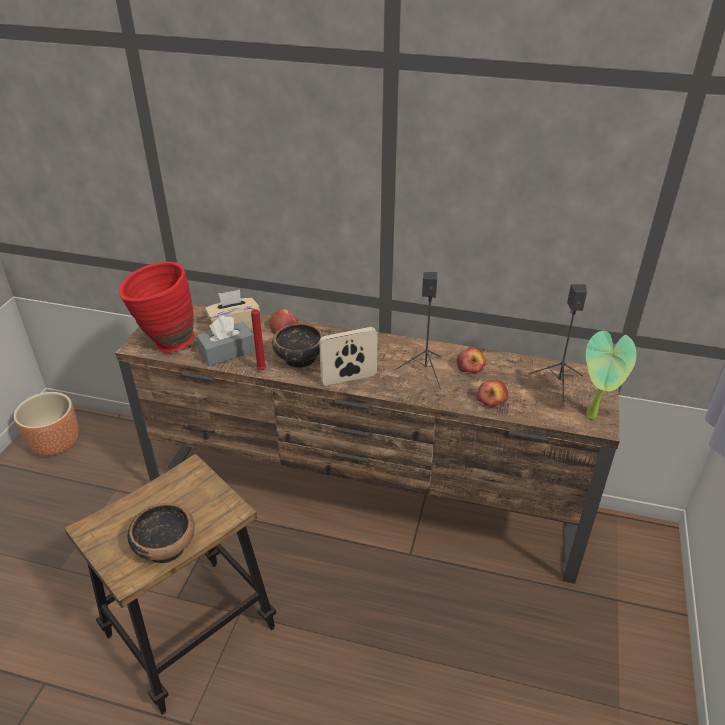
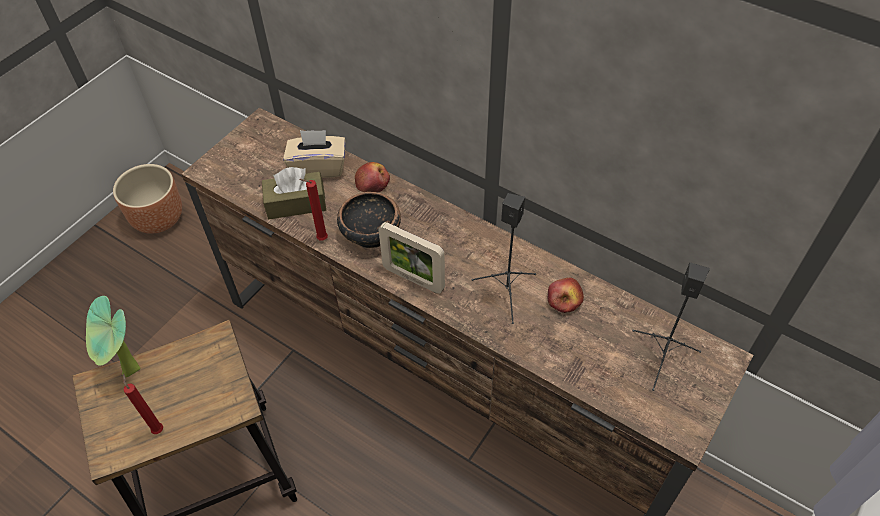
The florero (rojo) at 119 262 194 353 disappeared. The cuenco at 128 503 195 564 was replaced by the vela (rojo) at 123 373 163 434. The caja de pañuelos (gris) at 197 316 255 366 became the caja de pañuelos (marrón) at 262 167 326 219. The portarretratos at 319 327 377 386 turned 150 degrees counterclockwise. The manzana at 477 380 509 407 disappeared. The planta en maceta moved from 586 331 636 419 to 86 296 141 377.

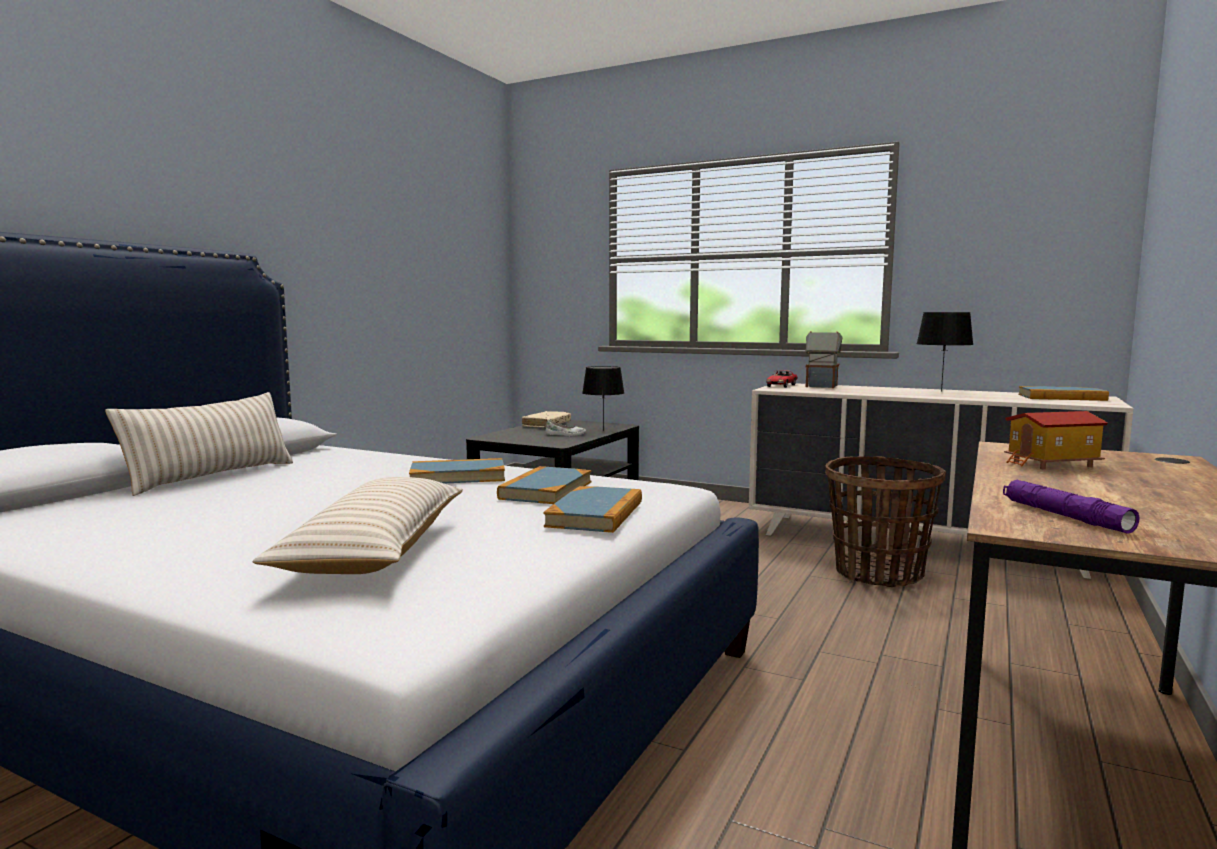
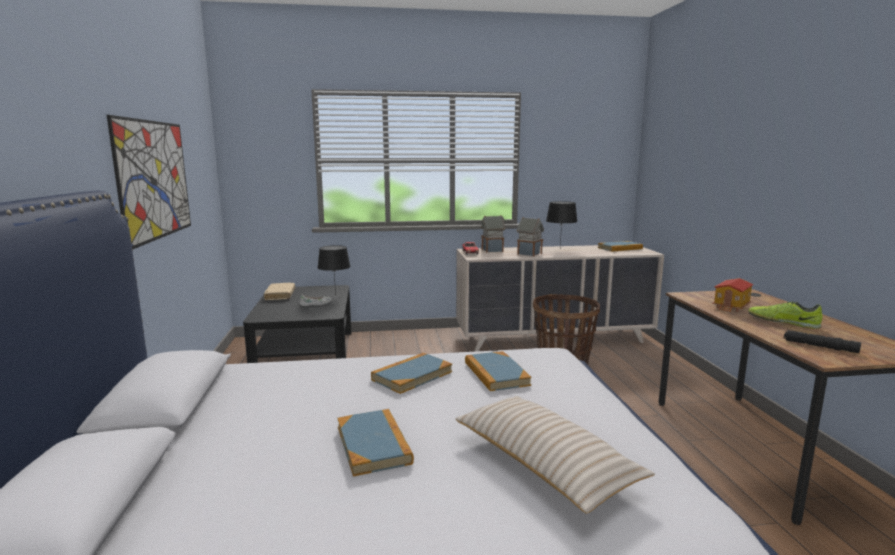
The cojín (beis) at 105 392 293 496 disappeared. The libro moved from 543 486 642 533 to 337 409 414 477. The linterna (morado) at 1003 480 1139 534 became the linterna (negro) at 784 330 861 353. The cuadro at 107 115 191 249 appeared. The casita at 517 217 544 256 appeared. The zapato at 748 302 822 329 appeared.

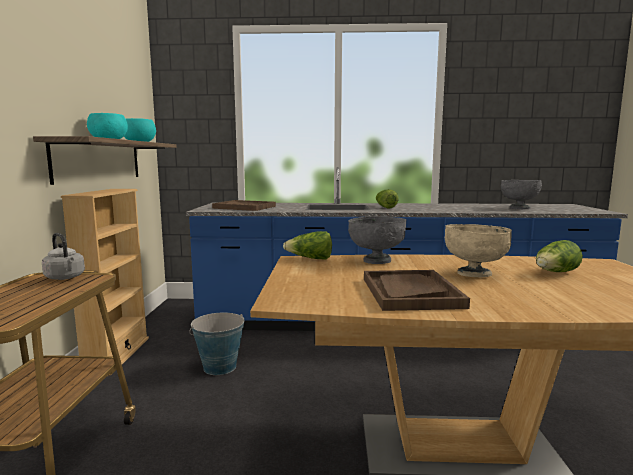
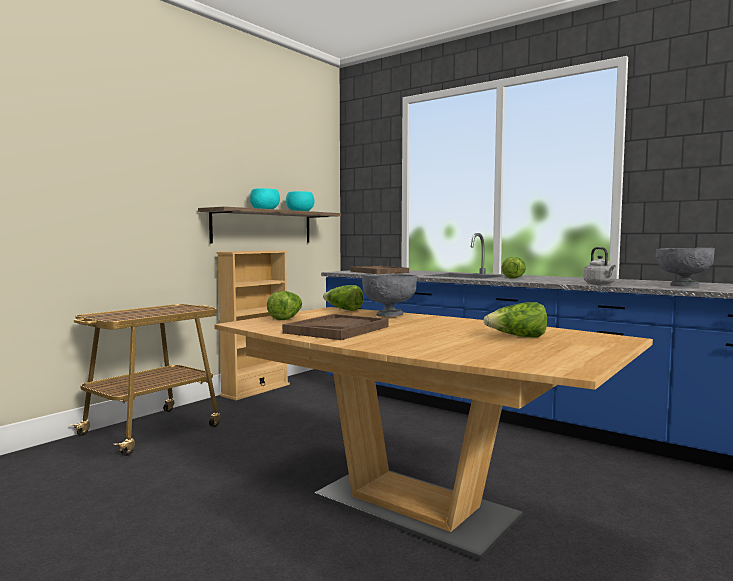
The hervidor (gris) moved from 42 233 85 280 to 584 247 616 285. The cubo at 189 313 244 375 disappeared. The cuenco (beis) at 445 224 512 277 disappeared. The lechuga at 267 291 302 320 appeared.

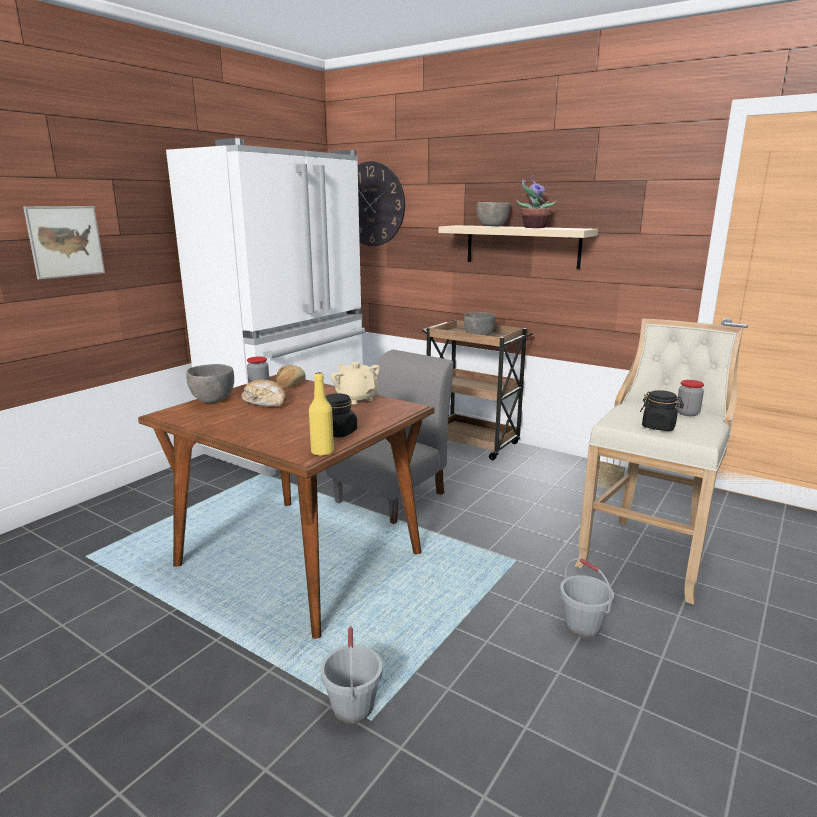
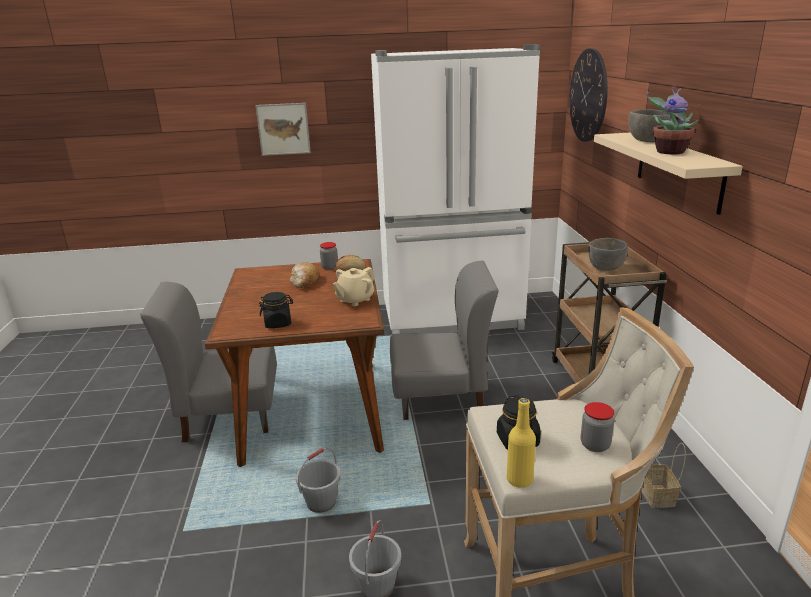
The cuenco (gris) at 186 364 234 403 disappeared. The botella (amarillo) moved from 309 372 334 456 to 507 398 536 488. The cubo (gris) moved from 320 625 383 724 to 296 448 341 513. The tetera (beis) at 331 362 380 404 turned 150 degrees counterclockwise. The silla (gris) at 140 282 277 442 appeared.

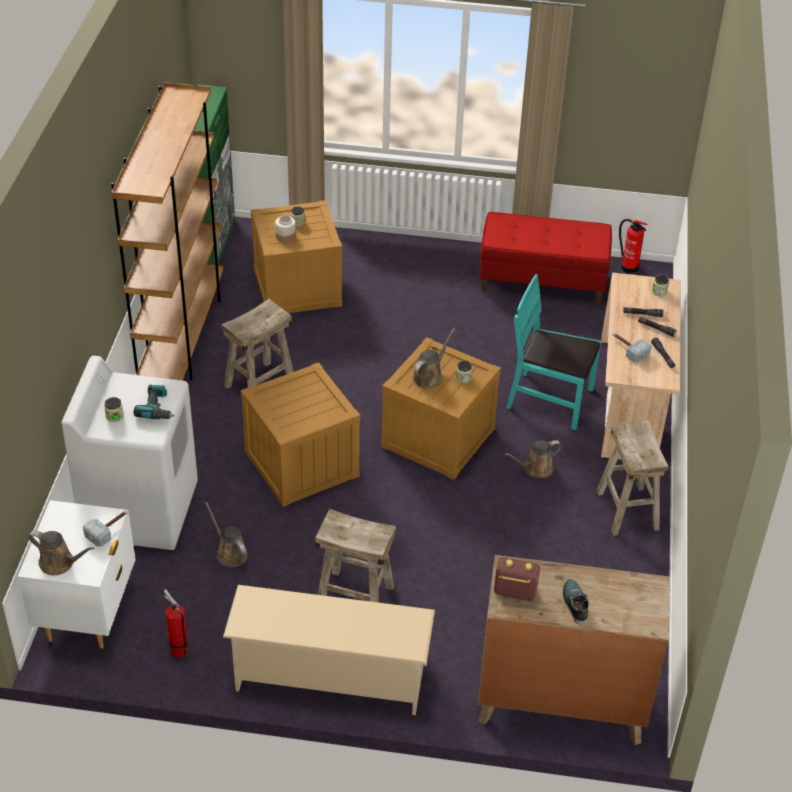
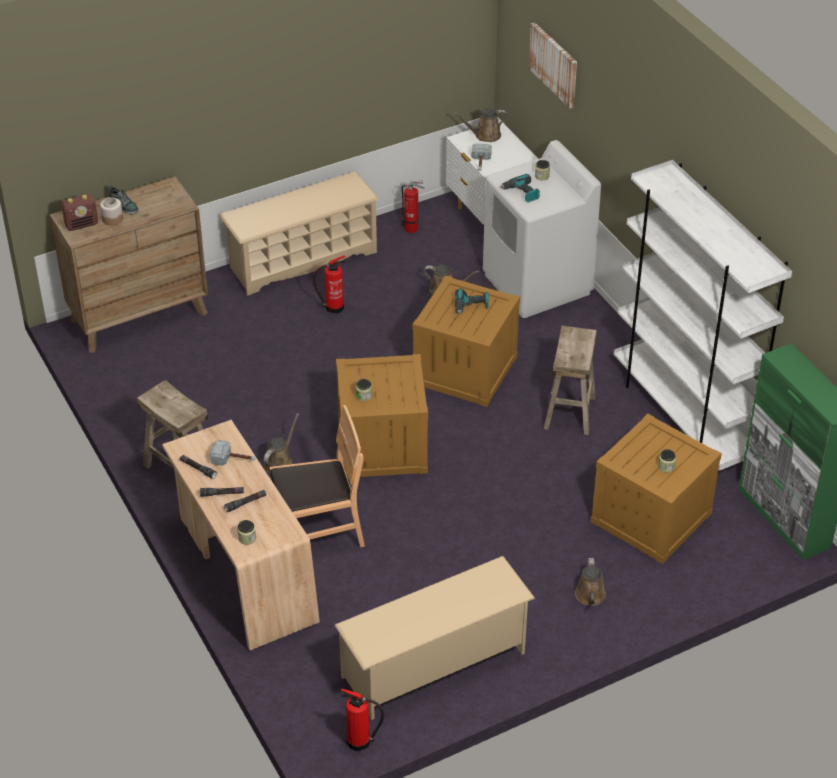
The estantería (marrón) at 111 82 223 380 became the estantería (blanco) at 613 160 792 471. The tarro moved from 275 215 296 243 to 100 197 123 226. The taburete (beis) at 315 509 396 603 was replaced by the extintor at 313 255 345 314. The regadera (marrón) moved from 413 328 455 389 to 575 558 606 606. The banco (rojo) at 479 212 612 304 was replaced by the zapatero (beis) at 335 556 535 720. The radio moved from 494 557 540 601 to 61 194 98 231. The silla (turquesa) at 506 274 601 430 became the silla (marrón) at 270 405 365 547. The taladro at 455 289 489 315 appeared. The cuadro at 529 22 577 108 appeared.

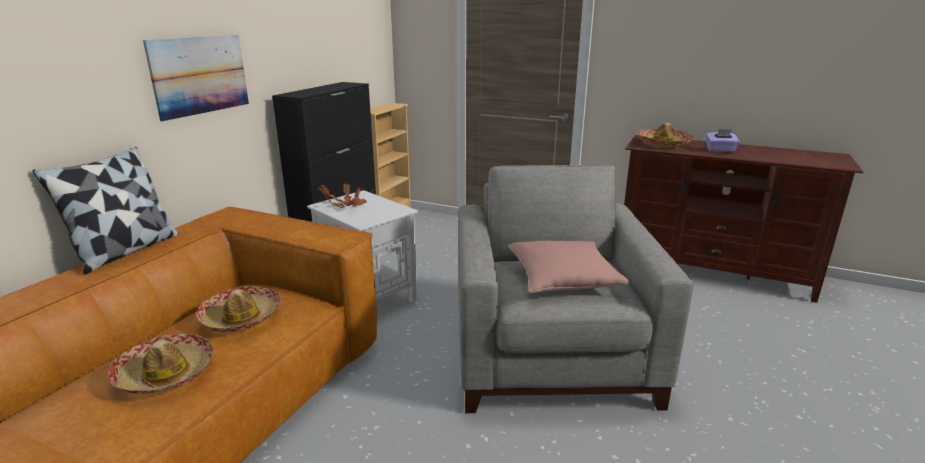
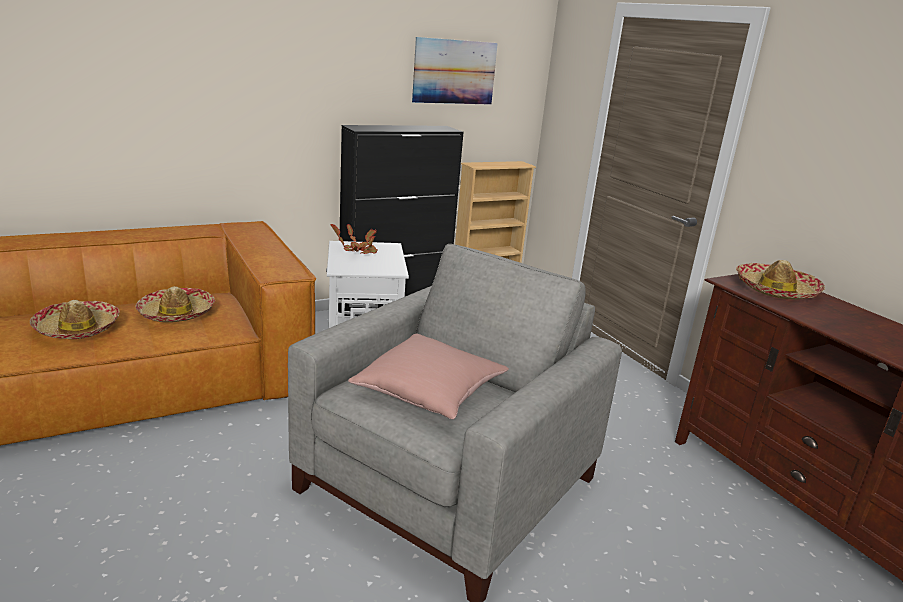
The cojín at 32 147 179 274 disappeared. The cuadro moved from 143 35 249 121 to 412 37 498 105. The caja de pañuelos (morado) at 705 129 740 152 disappeared.

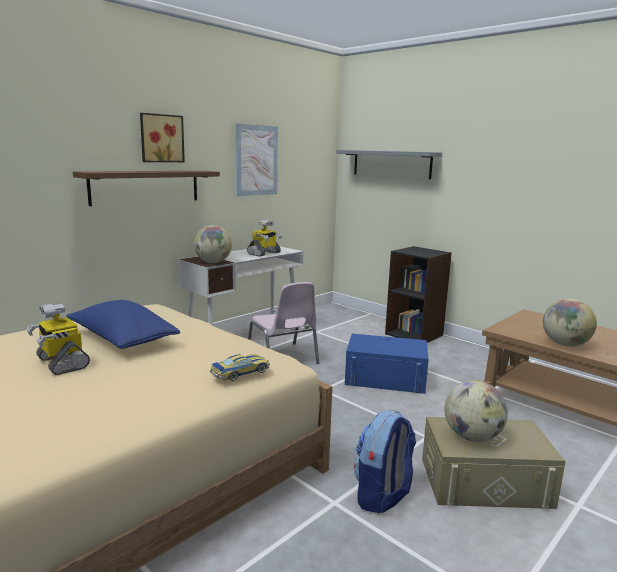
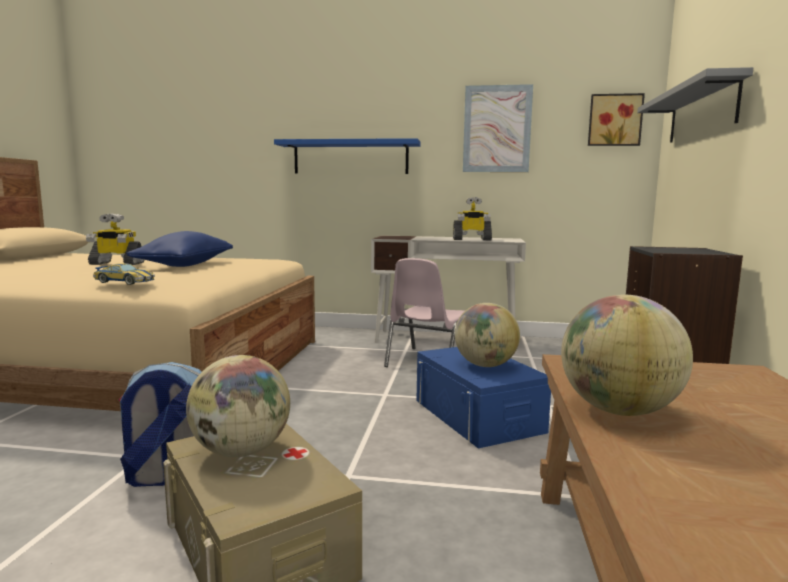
The robot de juguete at 27 302 90 375 turned 105 degrees counterclockwise. The estante (marrón) at 73 171 220 206 became the estante (azul) at 274 138 421 174. The cuadro moved from 140 113 185 162 to 588 93 645 146. The globo terráqueo moved from 194 225 232 263 to 455 303 520 367.

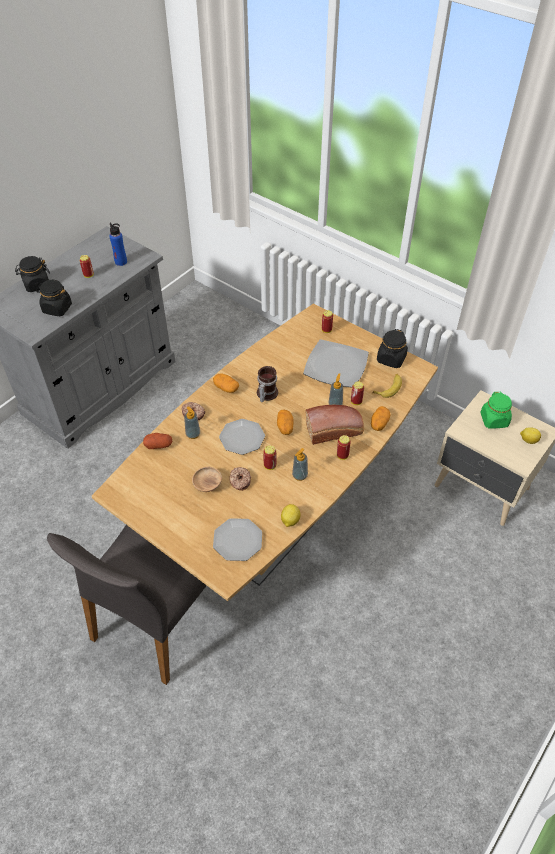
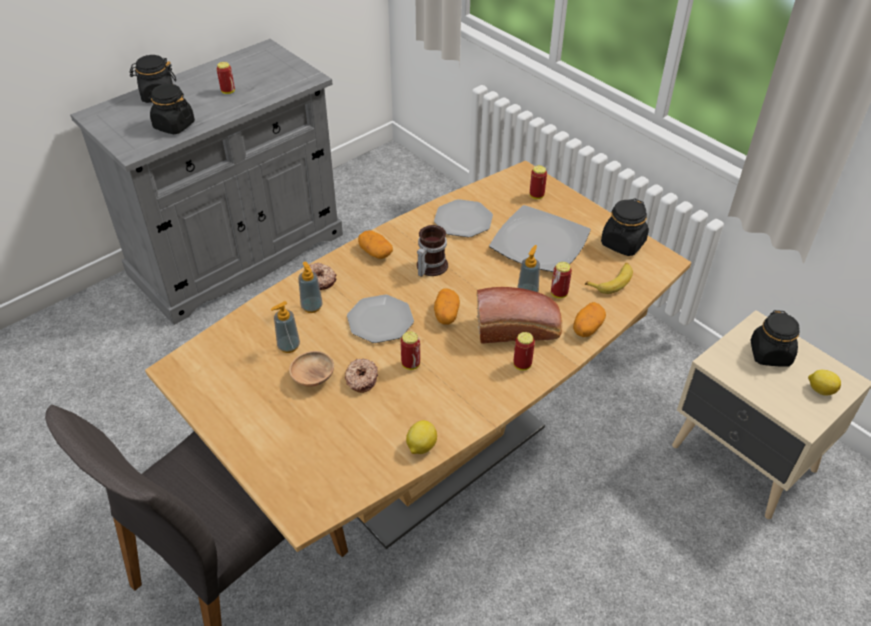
The botella (azul) at 109 222 127 266 disappeared. The patata at 143 433 172 449 disappeared. The plato moved from 213 518 262 561 to 434 199 493 237. The dispensador de jabón moved from 292 448 308 481 to 271 301 300 353. The tarro (verde) at 480 392 512 428 became the tarro (negro) at 750 310 800 367.

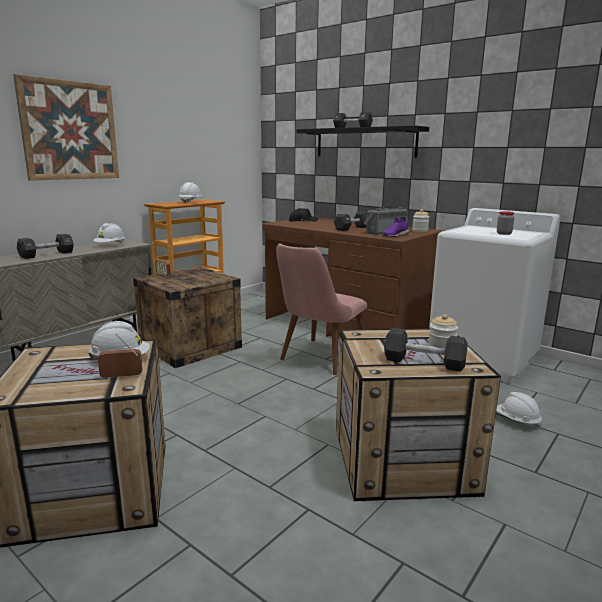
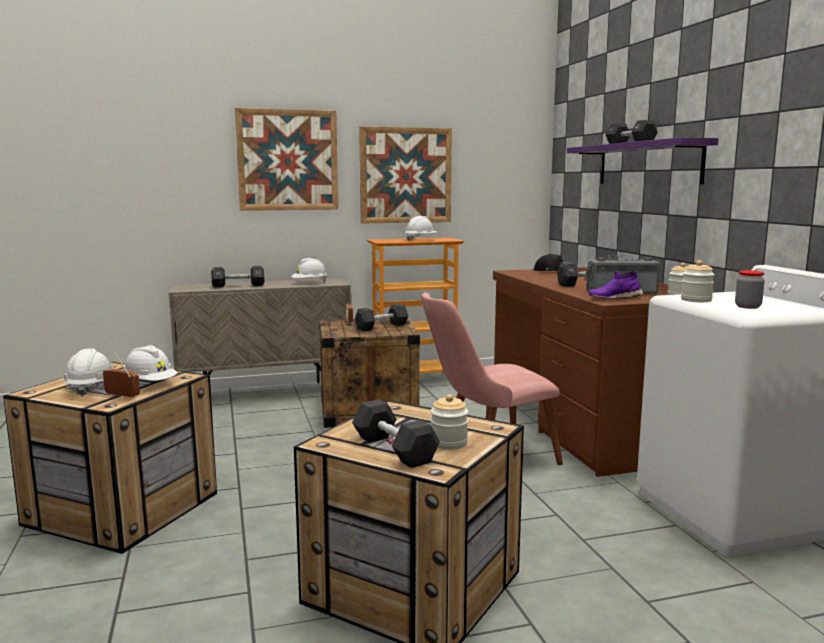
The estante (negro) at 297 126 429 157 became the estante (morado) at 567 137 719 184. The casco (blanco) moved from 496 392 542 429 to 63 348 112 397. The mancuerna (negro) at 355 304 408 331 appeared. The cuadro at 359 126 452 223 appeared. The tarro at 681 260 715 302 appeared.

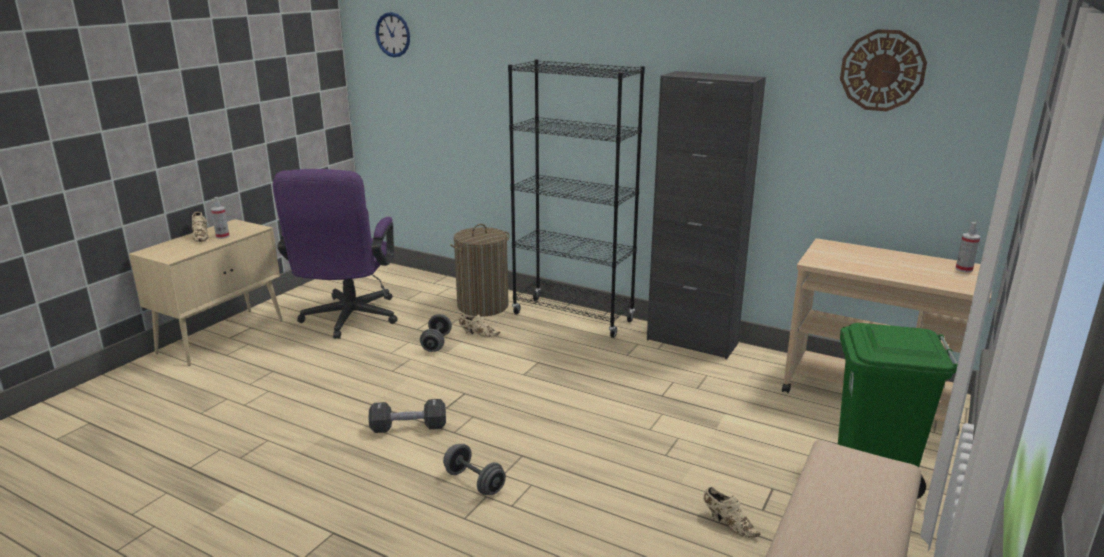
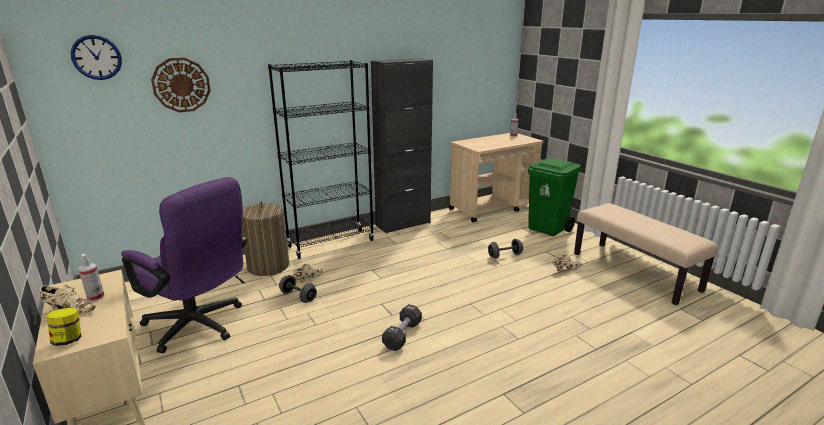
The mancuerna (gris) moved from 443 444 506 495 to 488 239 523 259. The reloj de pared moved from 840 29 927 111 to 151 58 211 112. The tarro at 46 308 81 346 appeared.

